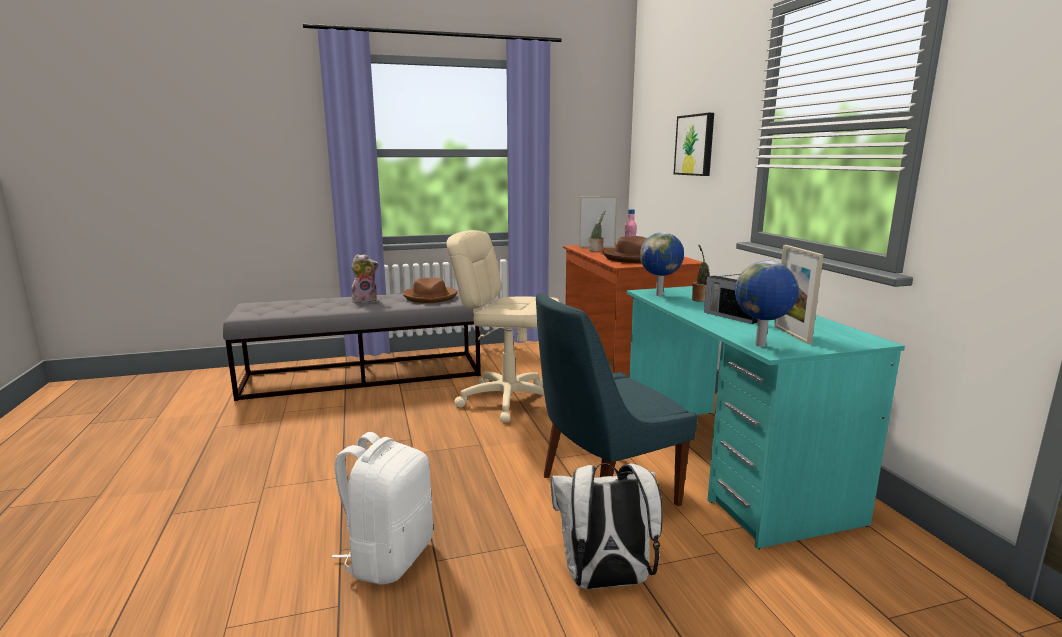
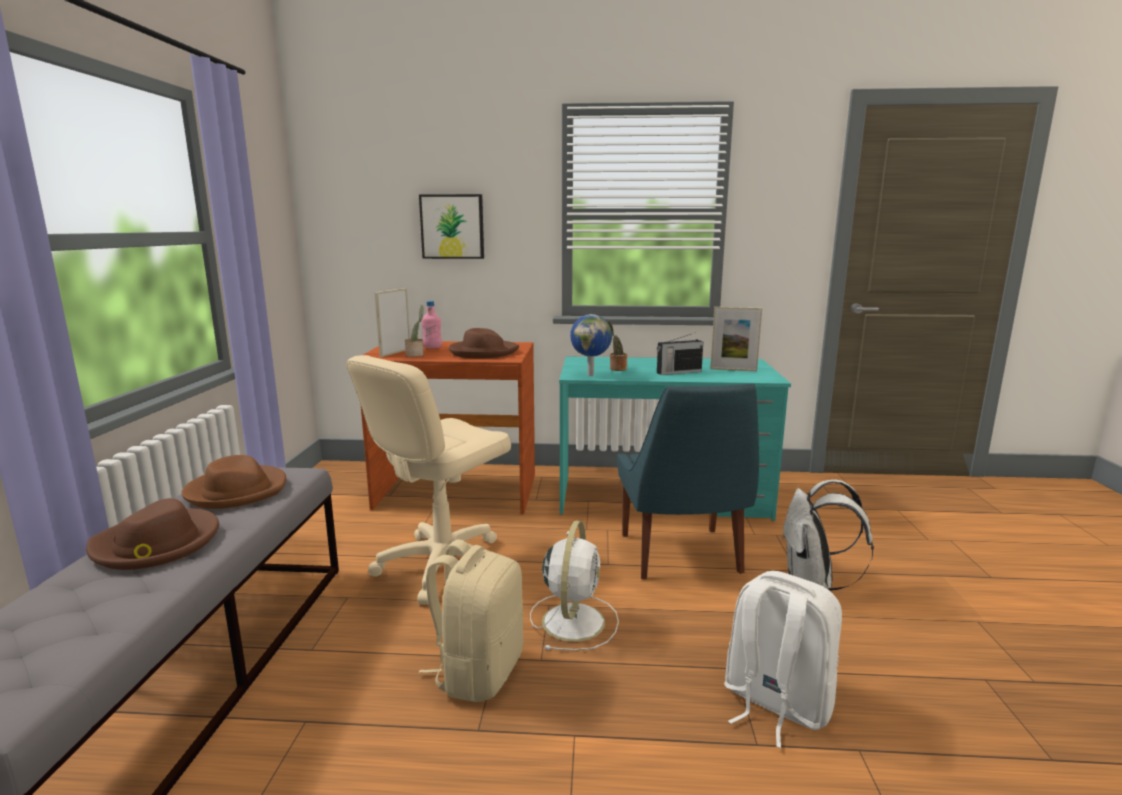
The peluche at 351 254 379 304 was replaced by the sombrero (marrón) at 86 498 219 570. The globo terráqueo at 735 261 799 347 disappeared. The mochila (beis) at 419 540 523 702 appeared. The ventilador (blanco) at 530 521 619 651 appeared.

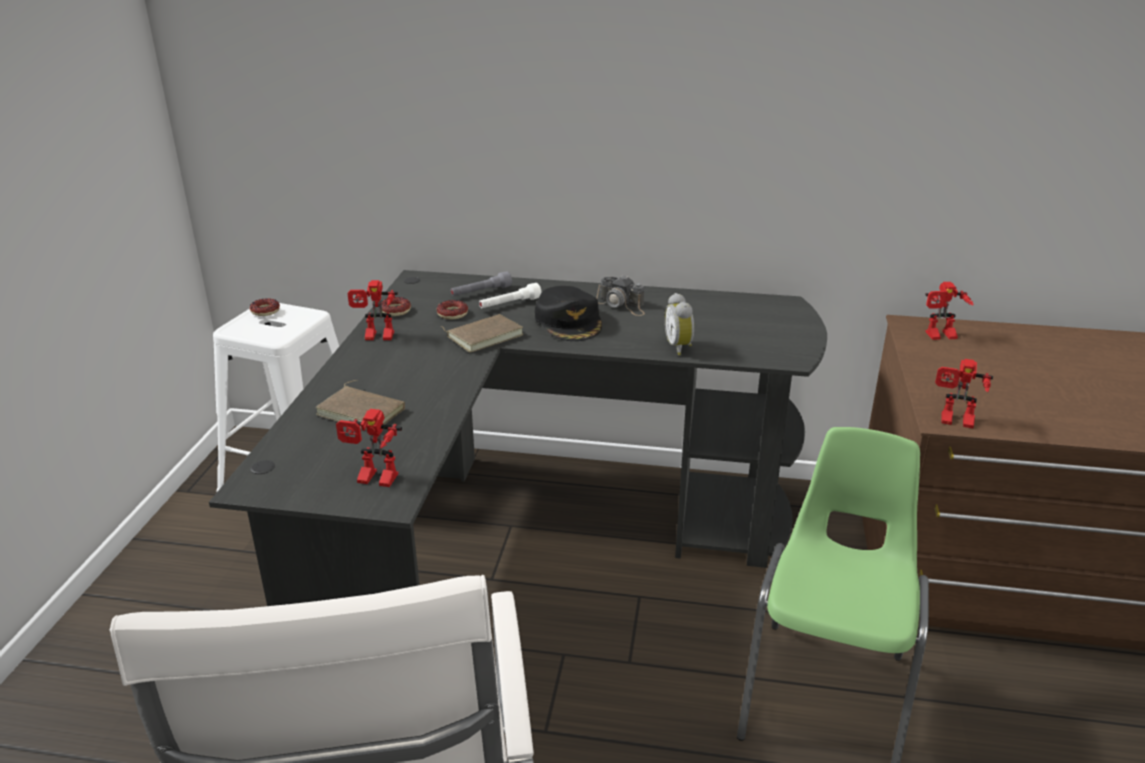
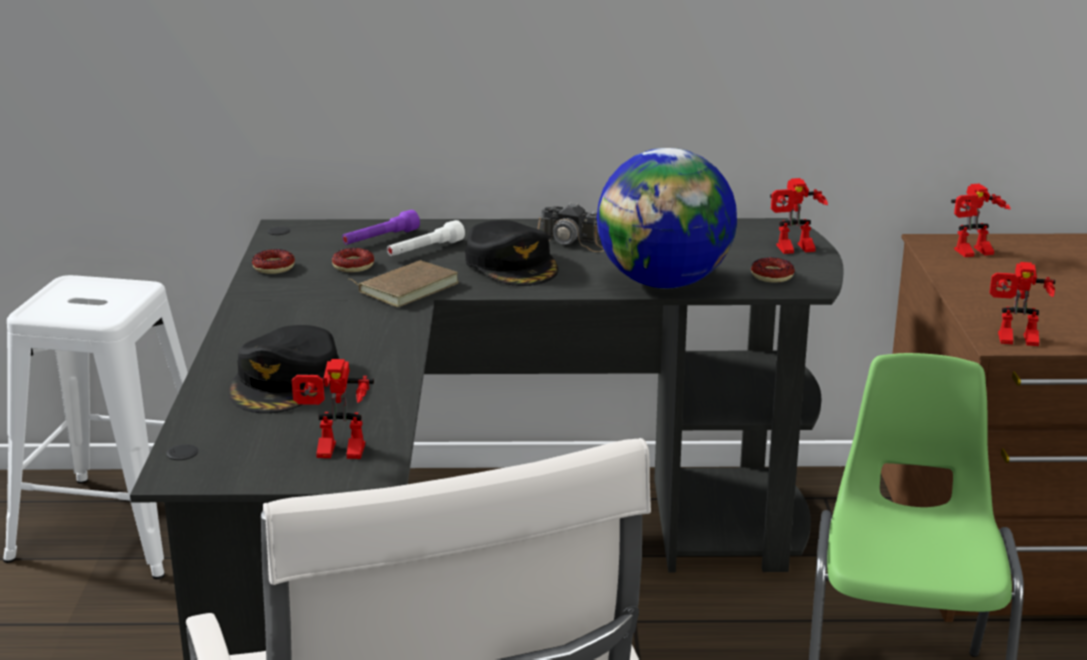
The rosquilla moved from 250 298 280 316 to 751 257 795 283. The libro (marrón) at 316 380 405 430 was replaced by the gorra (negro) at 228 325 339 413. The robot de juguete moved from 347 280 398 340 to 770 178 828 254. The linterna (gris) at 451 271 512 296 became the linterna (morado) at 342 210 420 245. The despertador at 664 293 694 355 was replaced by the globo terráqueo at 597 148 737 288.

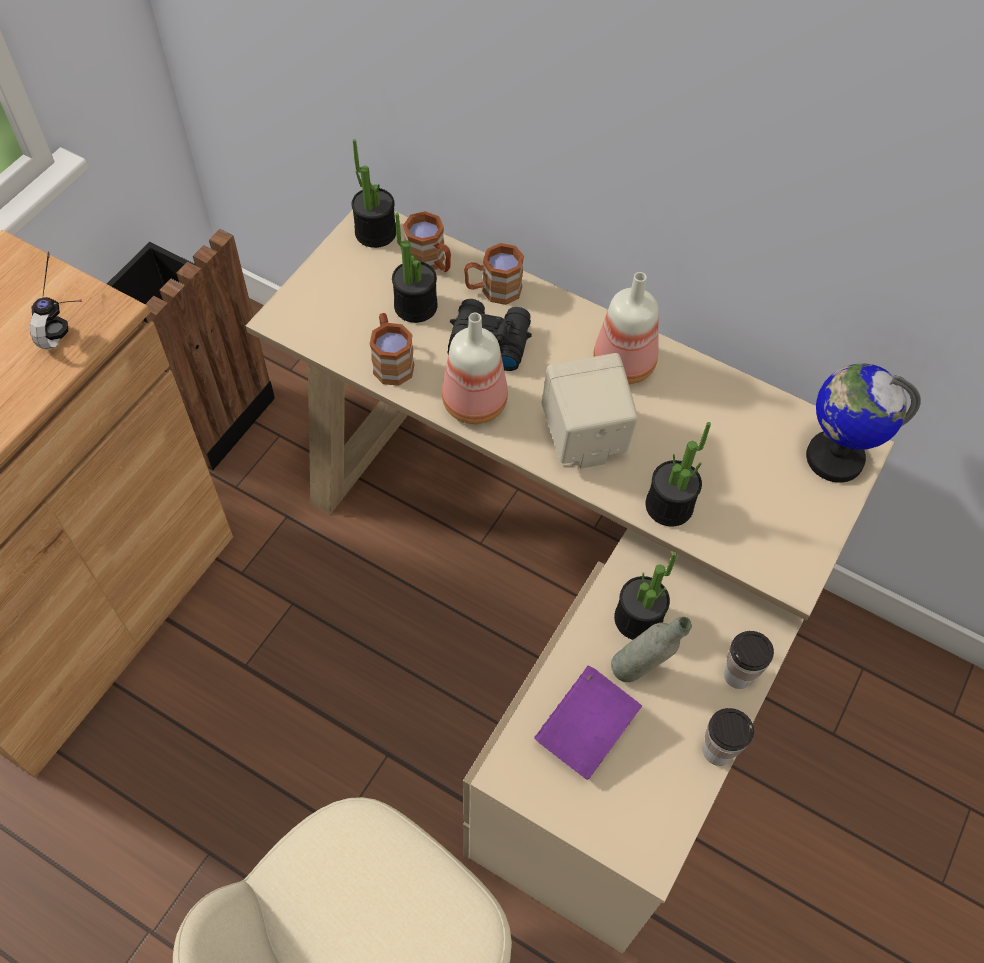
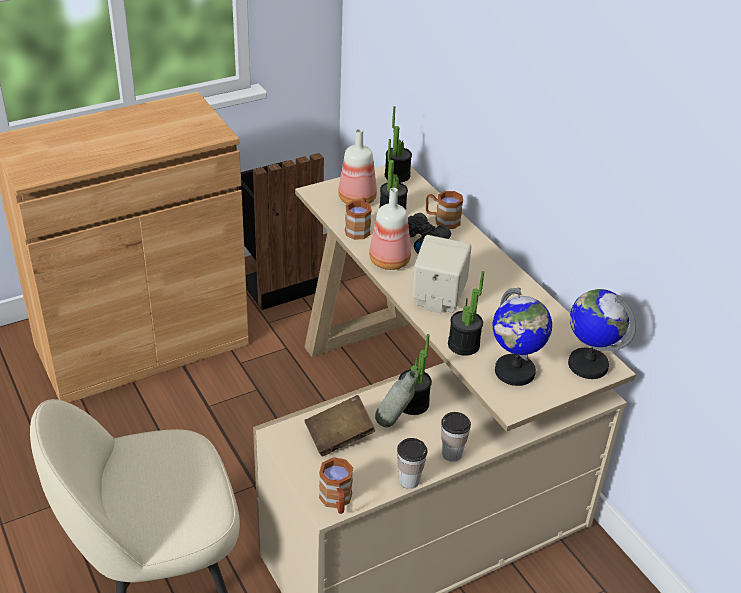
The auriculares at 30 251 82 349 disappeared. The taza grande (marrón) moved from 403 211 451 272 to 319 457 353 514. The libro (morado) at 534 666 642 780 became the libro (marrón) at 304 395 375 456. The botella moved from 593 272 658 384 to 338 129 377 204. The globo terráqueo at 493 287 552 386 appeared.

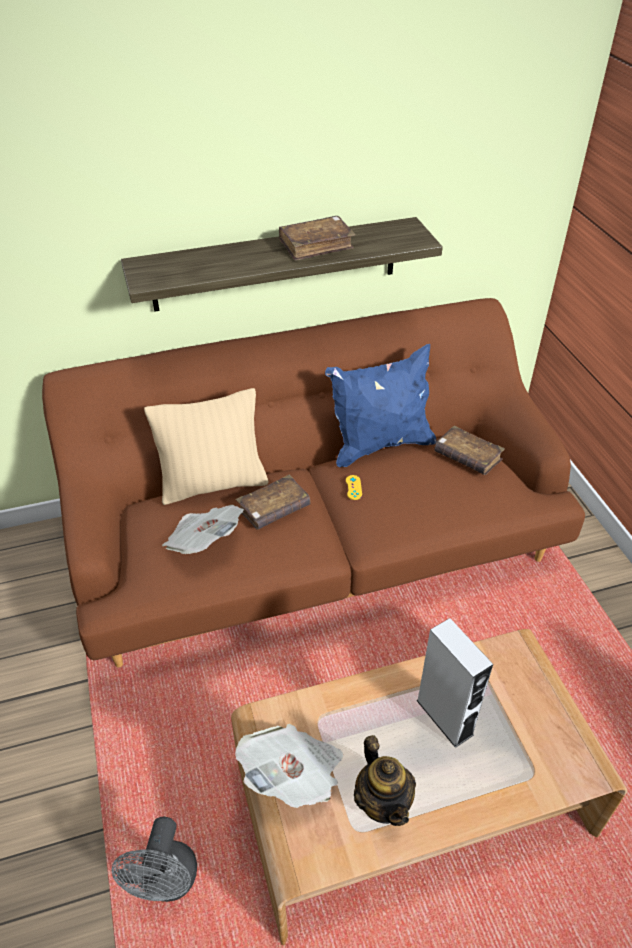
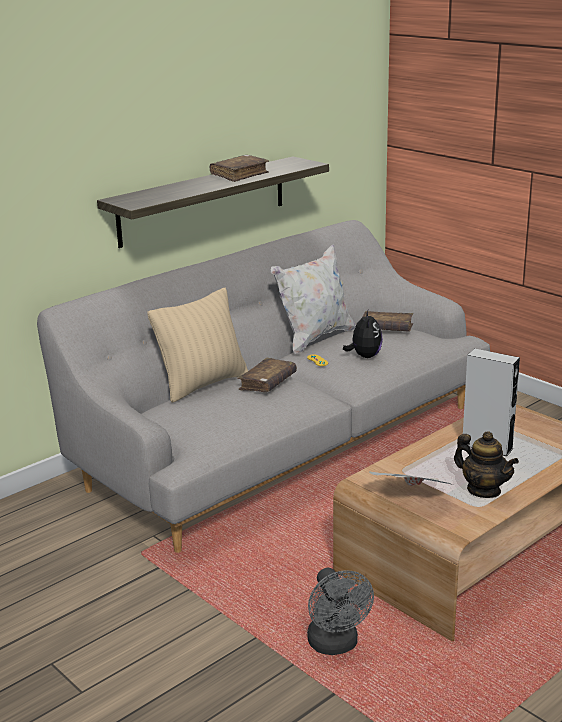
The sofá (marrón) at 42 298 585 667 became the sofá (gris) at 37 220 490 553. The periódico at 162 505 244 554 disappeared. The cojín (azul) at 325 344 436 467 became the cojín (blanco) at 271 245 356 354. The peluche at 343 310 383 358 appeared.

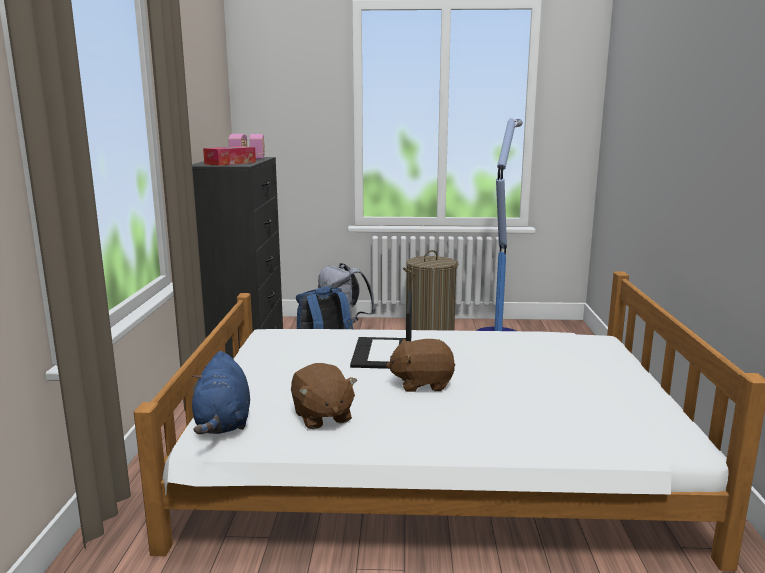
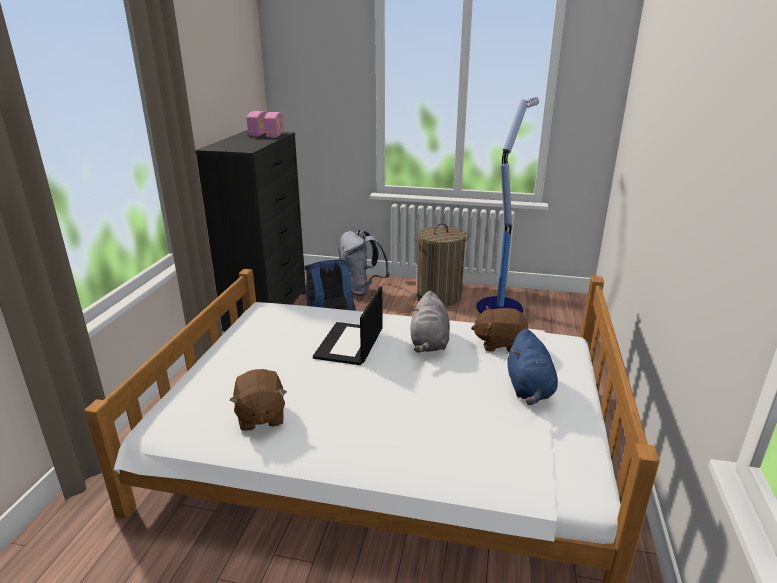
The peluche (azul) moved from 192 351 250 434 to 508 329 558 405. The caja de pañuelos at 203 146 256 166 disappeared. The peluche (marrón) moved from 386 339 455 392 to 471 306 528 352. The peluche (gris) at 410 291 450 353 appeared.

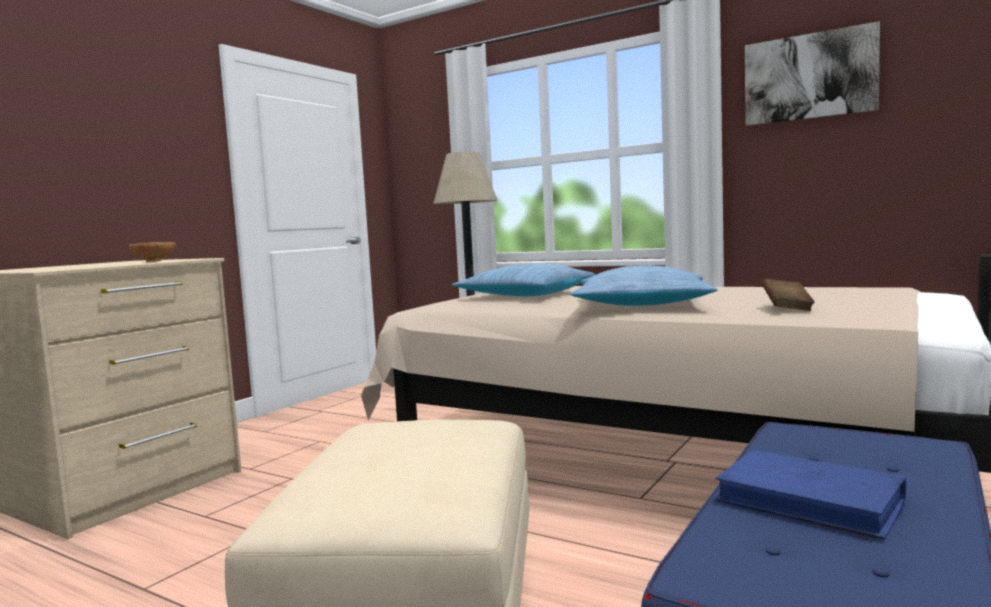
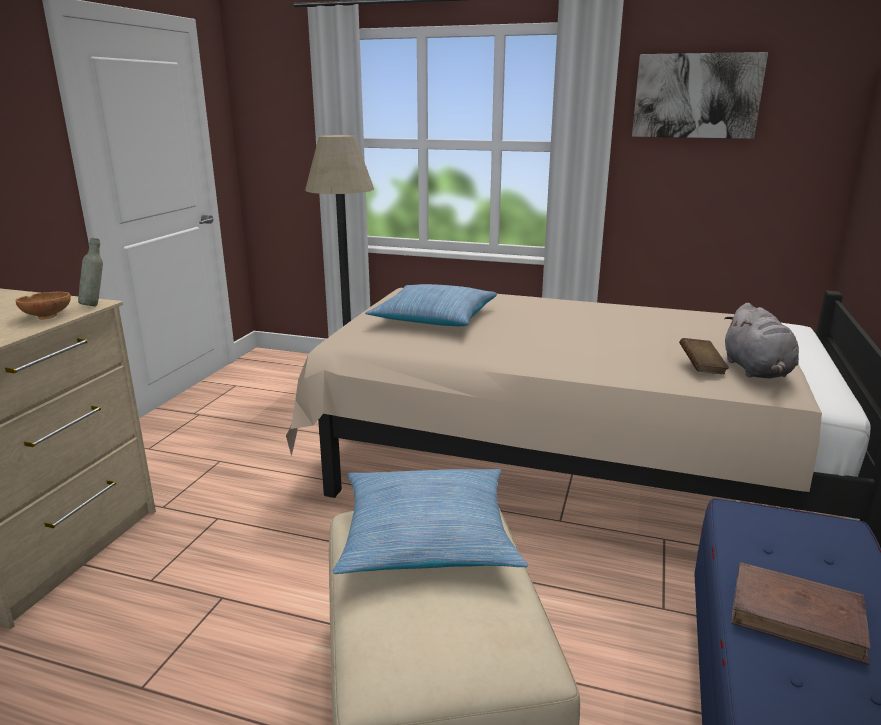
The cojín moved from 570 266 718 306 to 332 469 528 574. The libro (azul) at 716 450 906 540 became the libro (marrón) at 731 562 870 665. The botella (gris) at 78 238 103 307 appeared. The peluche (gris) at 724 303 799 378 appeared.

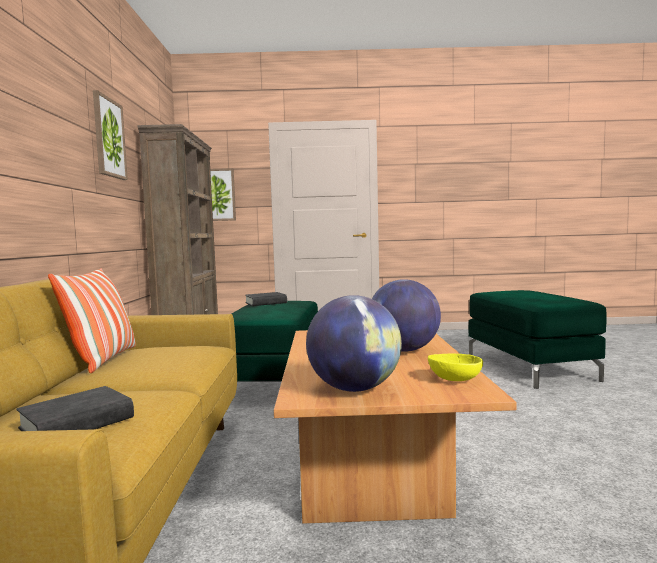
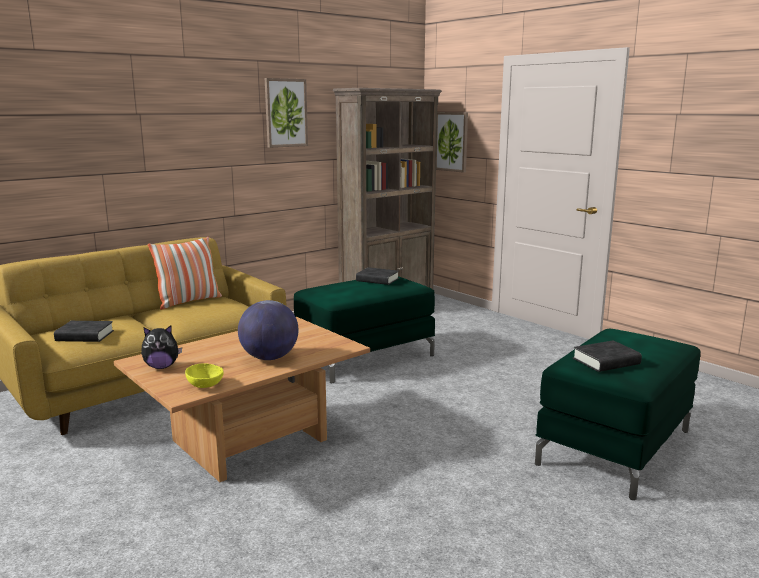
The globo terráqueo at 306 295 402 392 was replaced by the peluche at 141 325 182 369. The libro (negro) at 573 340 642 372 appeared.

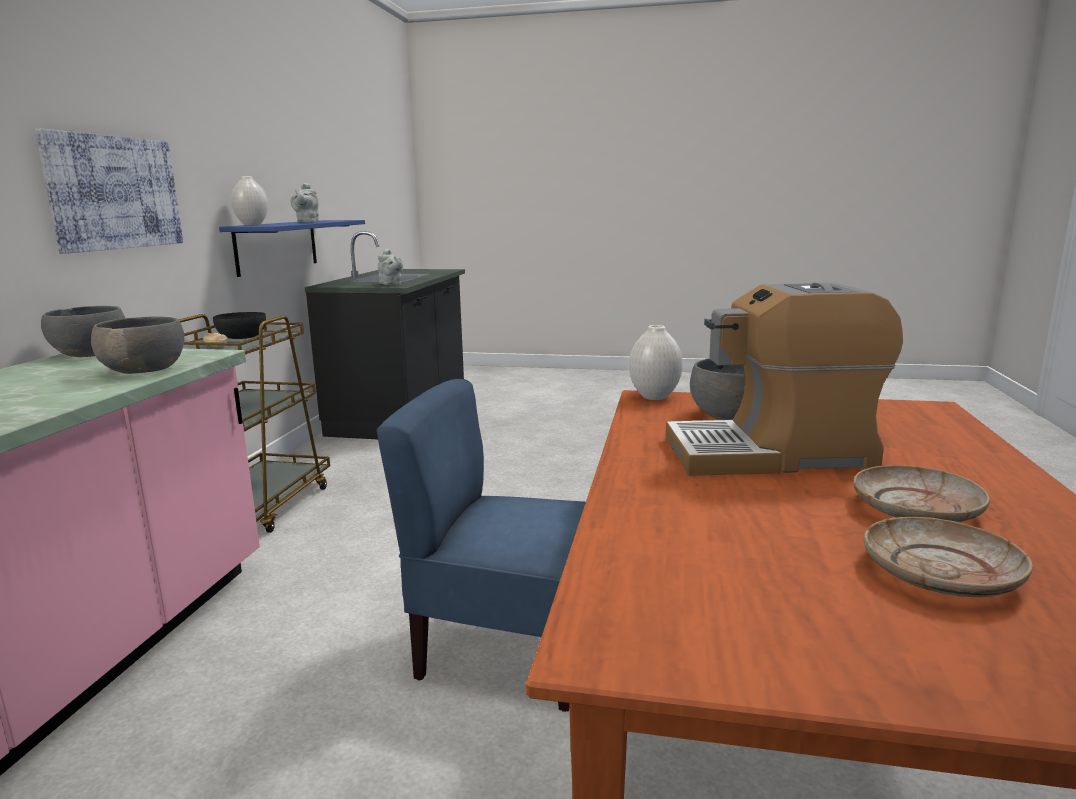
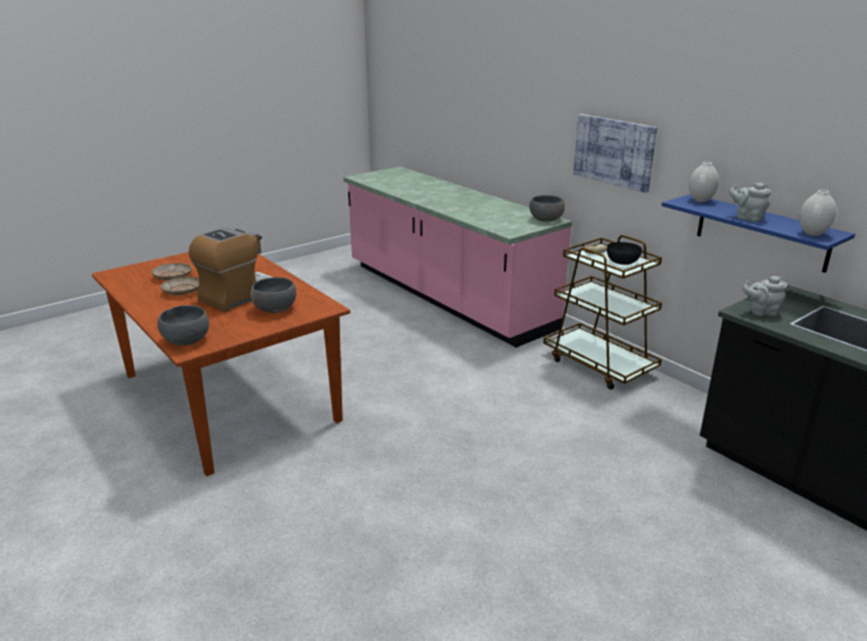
The cuenco (gris) moved from 91 317 184 374 to 158 305 209 346. The silla (azul) at 377 379 586 712 disappeared. The florero (blanco) moved from 629 325 683 400 to 799 190 837 236.

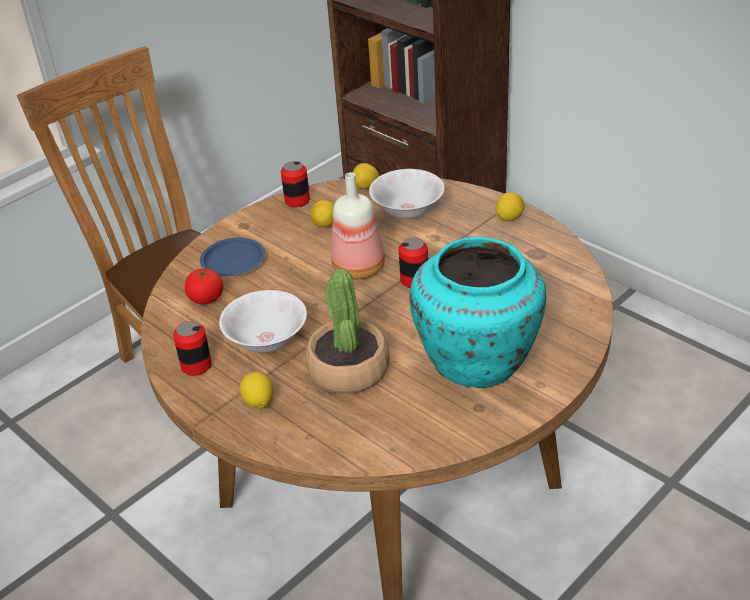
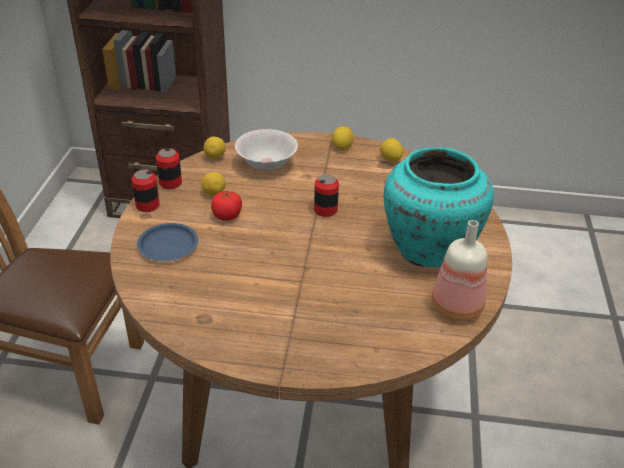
The lata moved from 173 321 212 376 to 131 169 160 212. The tomate moved from 185 269 223 304 to 211 190 242 221. The cuenco (blanco) at 219 290 307 353 disappeared. The limón moved from 240 371 273 408 to 380 138 403 162. The planta en maceta at 306 269 390 394 disappeared. The botella moved from 331 172 385 279 to 431 220 488 322.

